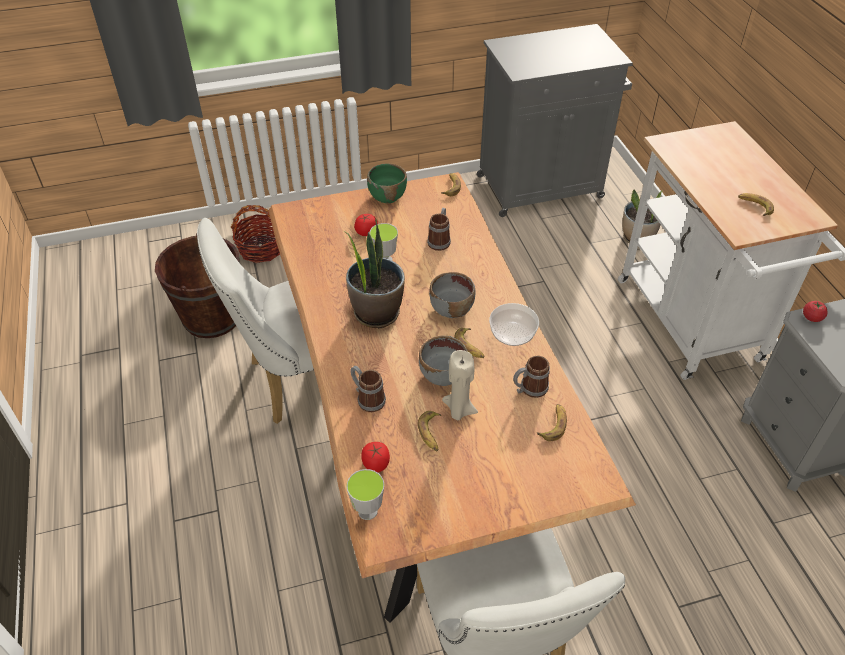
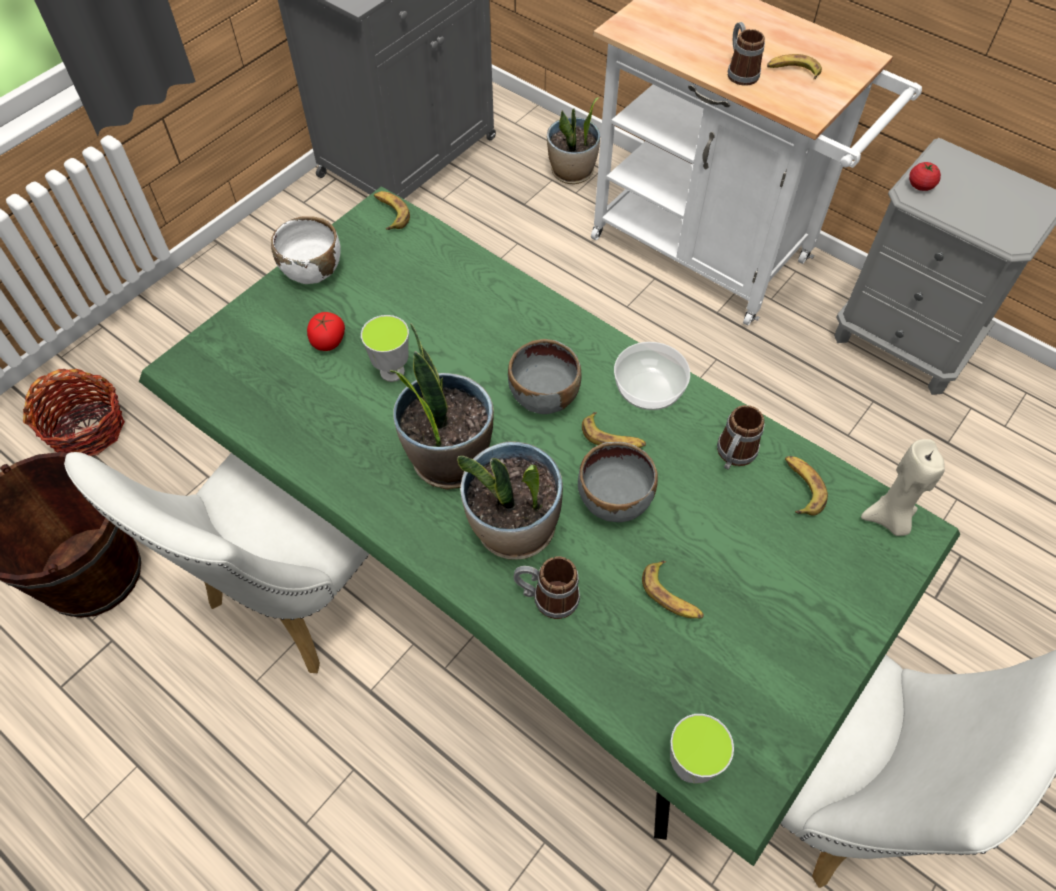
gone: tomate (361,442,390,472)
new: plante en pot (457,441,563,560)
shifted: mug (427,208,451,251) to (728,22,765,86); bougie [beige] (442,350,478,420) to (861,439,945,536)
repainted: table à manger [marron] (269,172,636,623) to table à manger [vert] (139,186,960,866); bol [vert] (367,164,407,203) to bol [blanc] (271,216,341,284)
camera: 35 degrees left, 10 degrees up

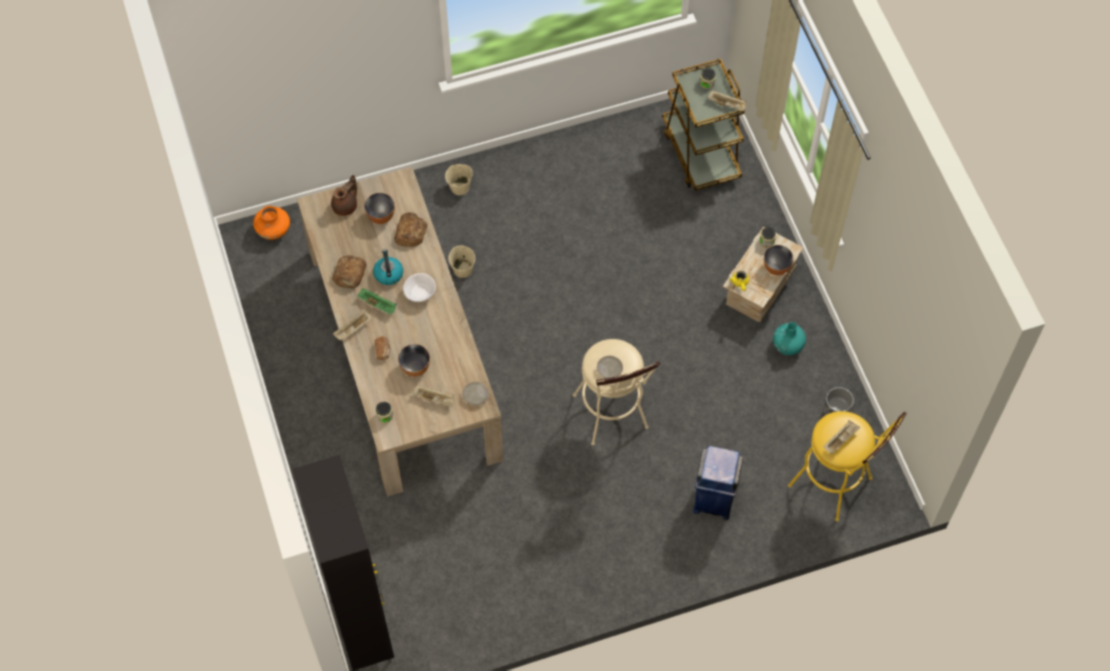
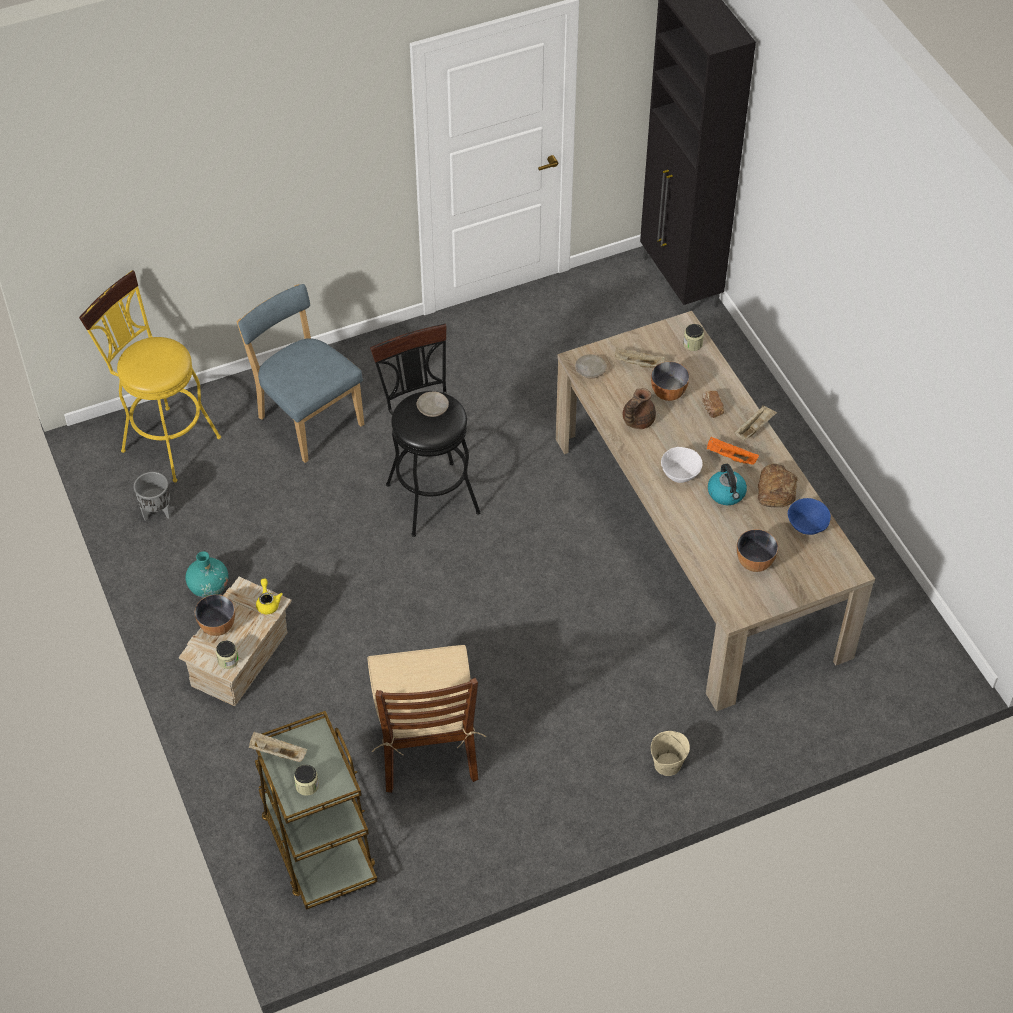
gone: vase [orange] (253,206,290,240); pain (394,212,428,247); seau [beige] (449,245,475,278); plateau [beige] (824,420,861,454)
new: chaise [marron] (368,645,486,793); bol [bleu] (788,498,831,535)
shifted: théière [marron] (331,175,357,216) to (623,388,656,429)
swapped: poubelle [bleu] (693,446,743,520) to chaise [bleu] (237,284,364,463)
repainted: plateau [vert] (357,288,397,315) to plateau [orange] (707,437,759,465); tabouret [beige] (573,339,660,445) to tabouret [noir] (370,324,481,537)
camera: 175 degrees right, 10 degrees down

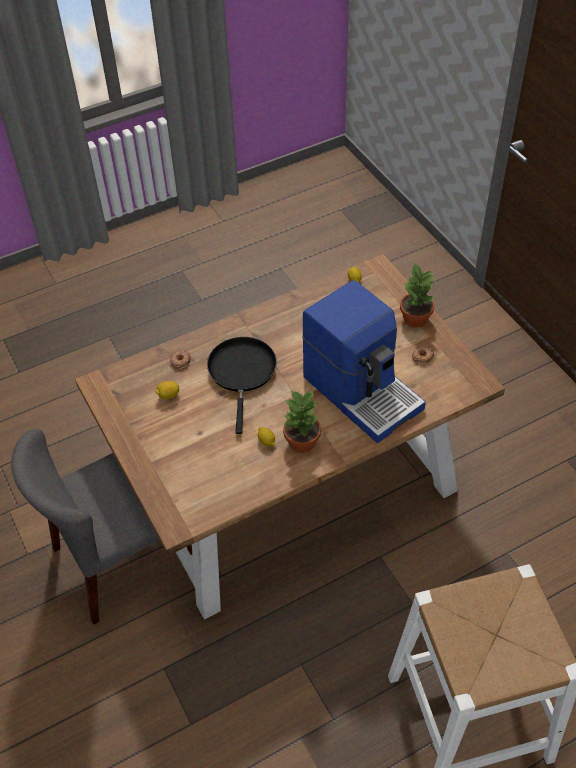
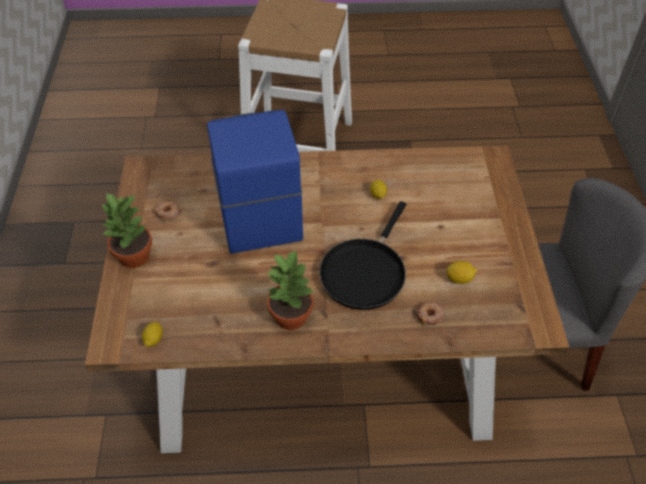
shifted: plante en pot (283,390,321,453) to (267,250,315,330)
camera: 155 degrees left, 0 degrees up

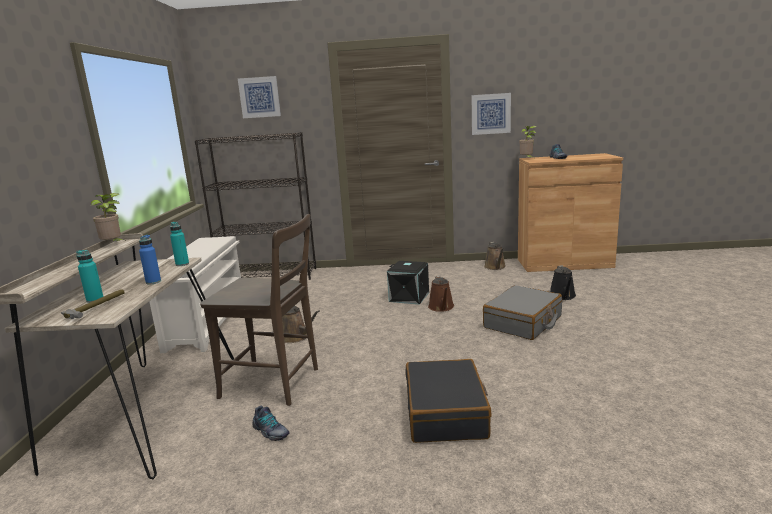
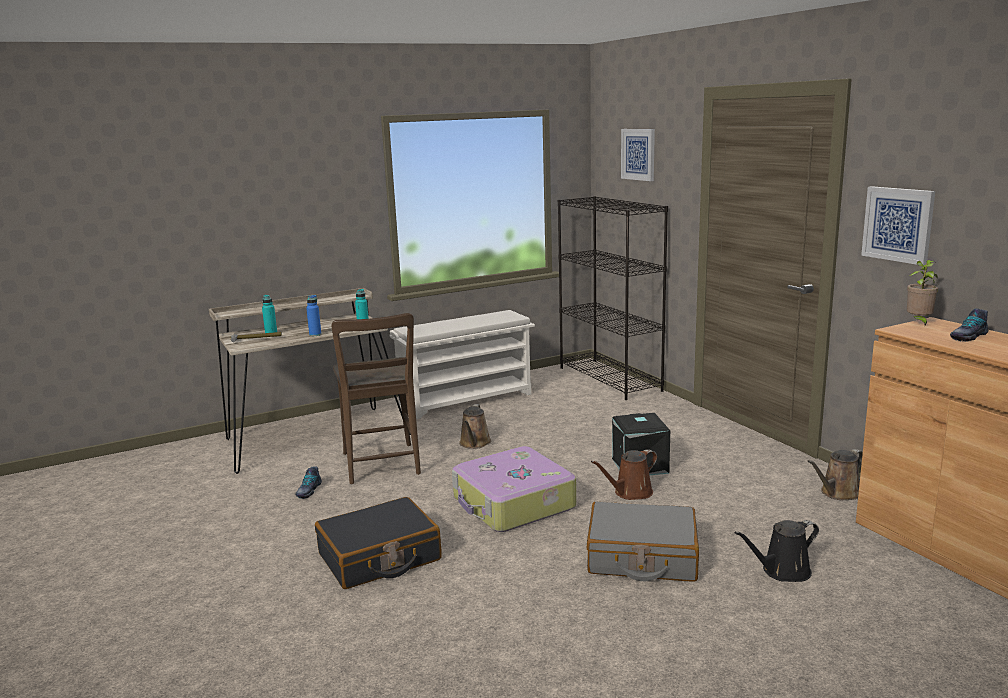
gone: plante en pot (91,193,123,241)
new: valise (452,446,576,532)
camera: 60 degrees right, 0 degrees up

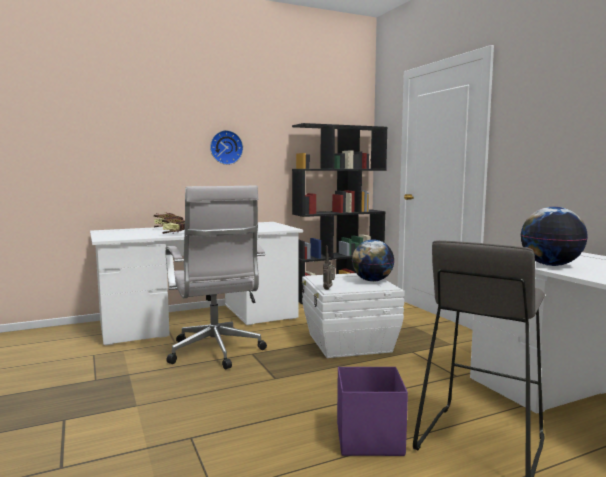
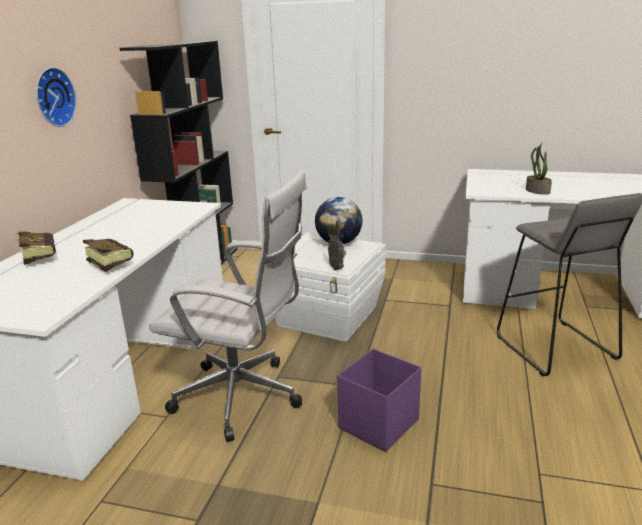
shifted: boîte de rangement [violet] (337,367,408,456) to (337,349,421,452)
swapped: globe (521,207,588,266) to plante en pot (526,143,552,195)
camera: 50 degrees left, 15 degrees up

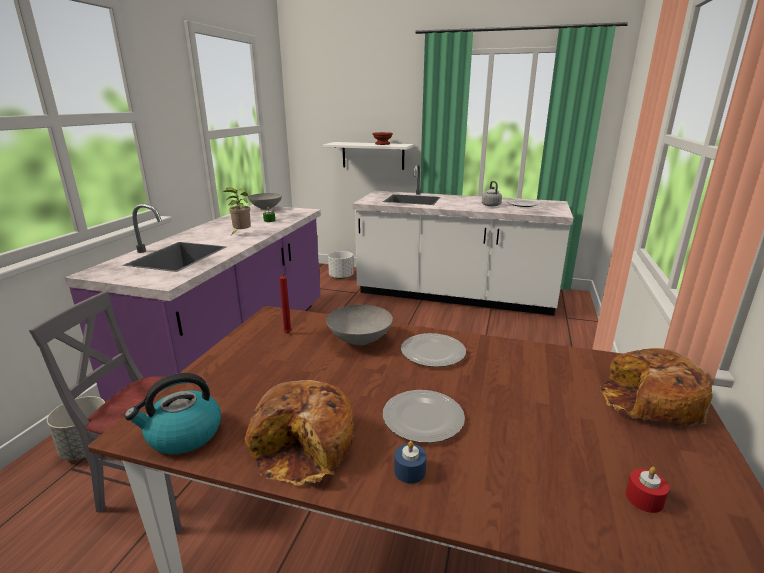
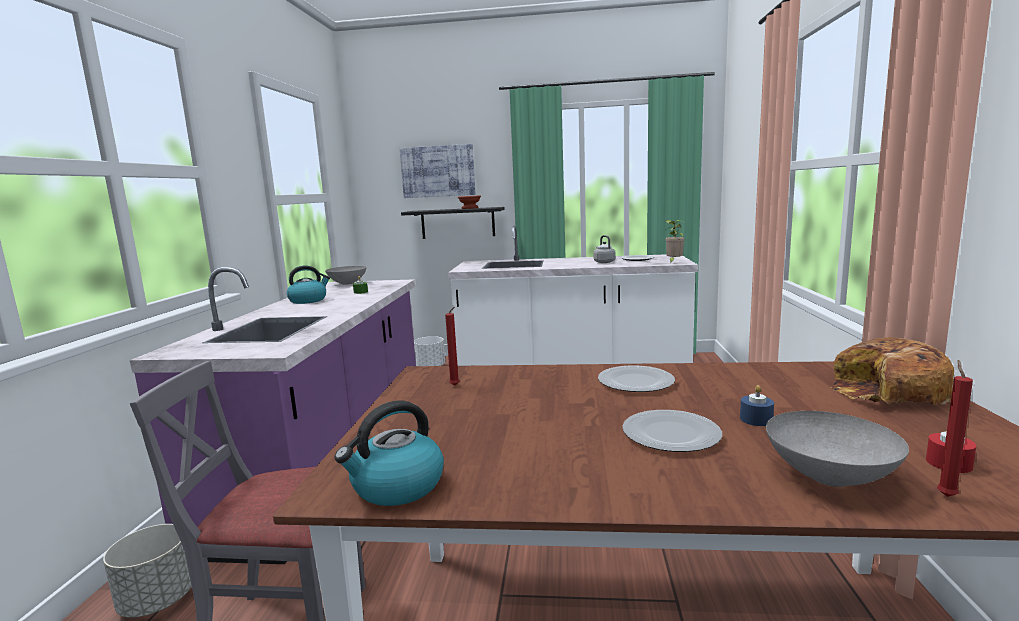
gone: pain (244,380,354,486)
new: bouilloire (287,265,330,304); tableau (400,144,476,198); bougie [rouge] (937,360,973,497)
shifted: plante en pot (223,187,251,235) to (665,220,685,263); bol [gris] (326,305,393,345) to (766,411,909,487); bougie [bleu] (394,441,426,484) to (740,385,774,426)
repainted: étagère [blanc] (323,142,414,170) to étagère [noir] (401,207,505,239)
camera: 10 degrees left, 10 degrees down

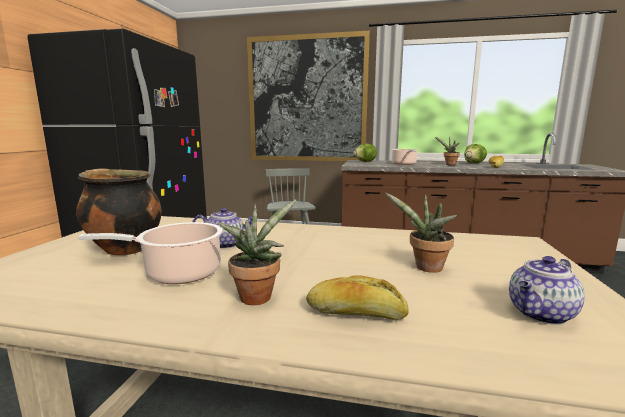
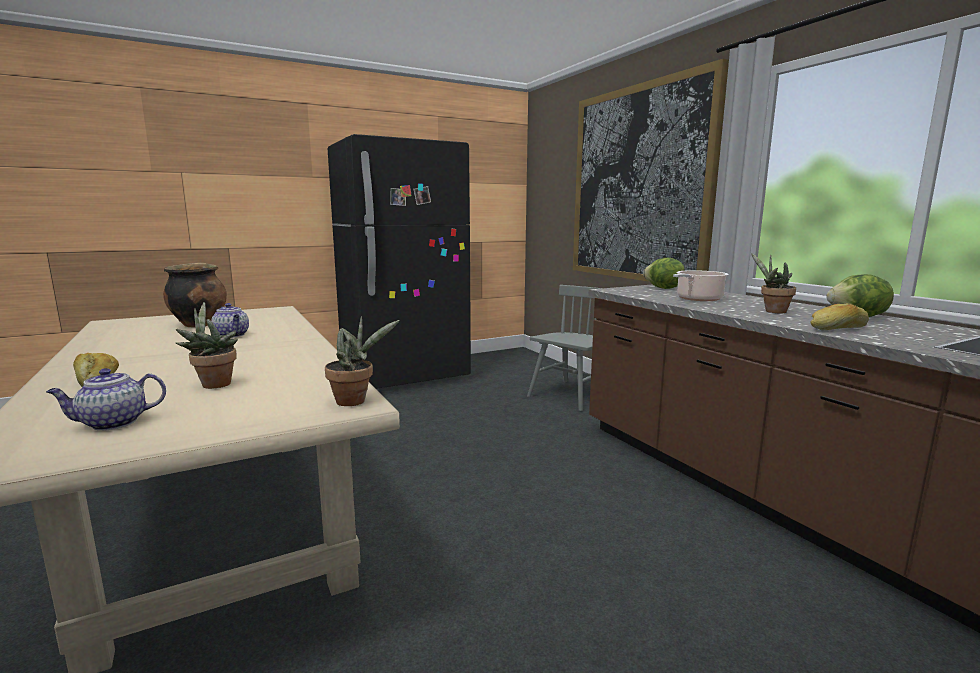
gone: marmite (78,222,223,284)
shifted: plante en pot (218,200,297,305) to (325,317,400,406)
rotated: théière (509,256,585,325) = (46,368,166,431) 45 degrees counterclockwise
camera: 50 degrees right, 0 degrees up

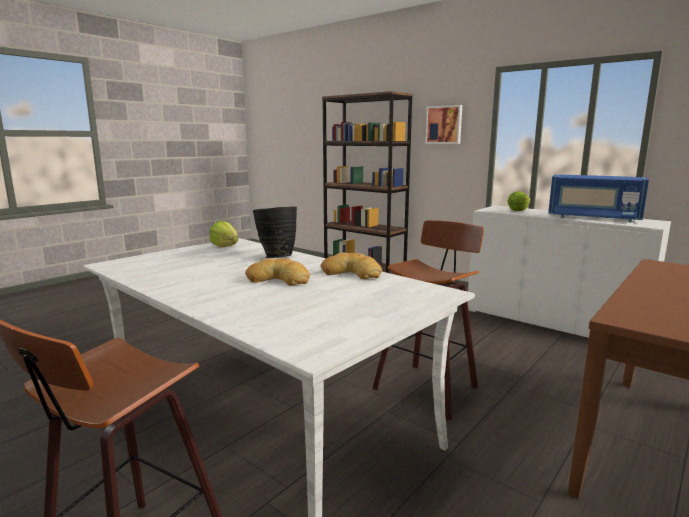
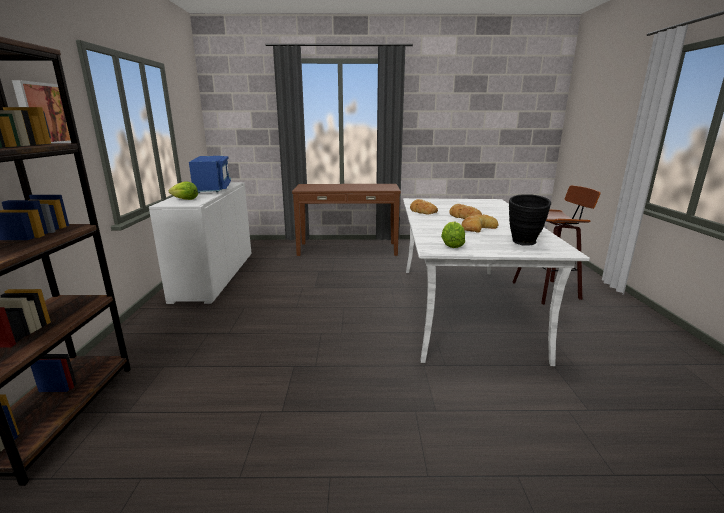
gone: tabouret (372,220,484,420)
new: pain (462,214,499,233)
shifted: vase [noir] (253,207,297,258) to (509,194,551,246)
camera: 130 degrees left, 5 degrees up

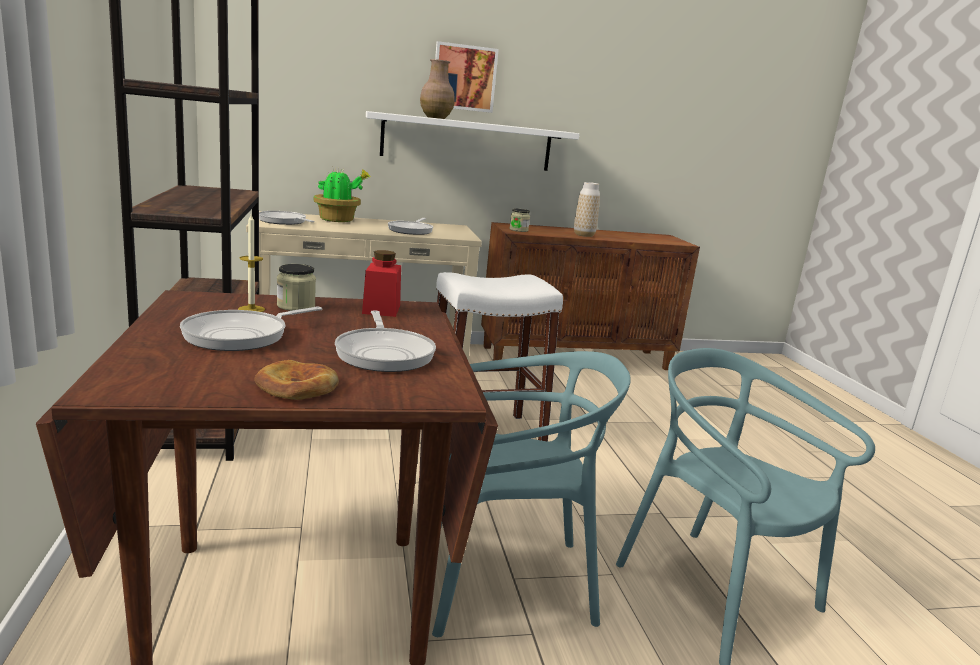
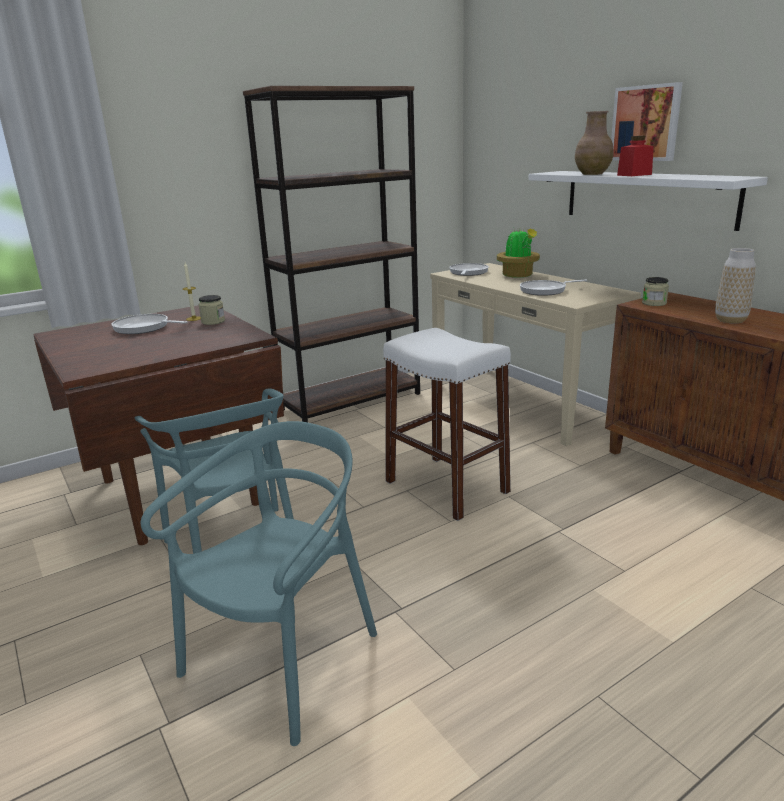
gone: pain (254,360,339,400); poêle (335,310,436,372)
shifted: bocal [rouge] (362,250,401,317) to (617,136,654,176)
camera: 70 degrees right, 5 degrees up

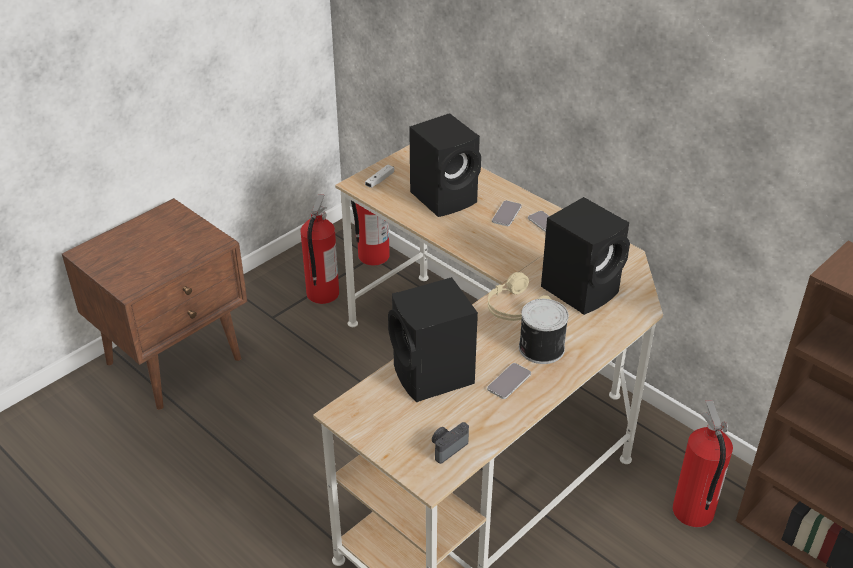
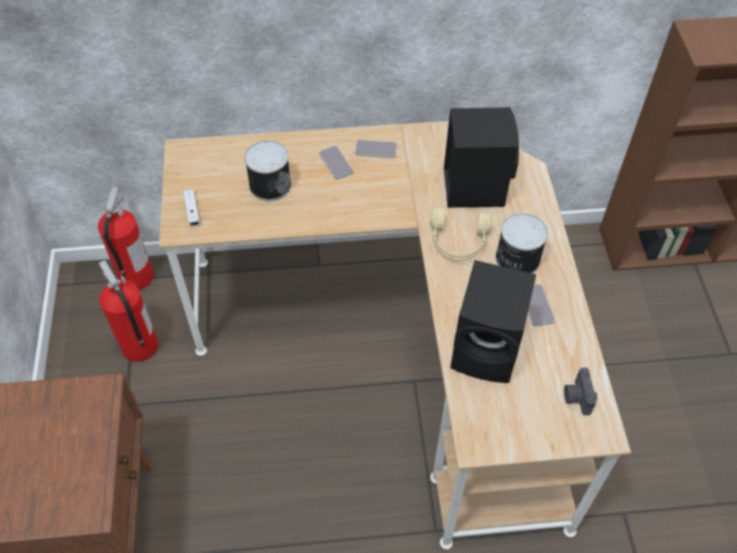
gone: extincteur (673,400,733,527)
swapped: enceinte [noir] (409,113,481,217) to boîte métallique (245,140,291,201)
camera: 50 degrees left, 15 degrees up

